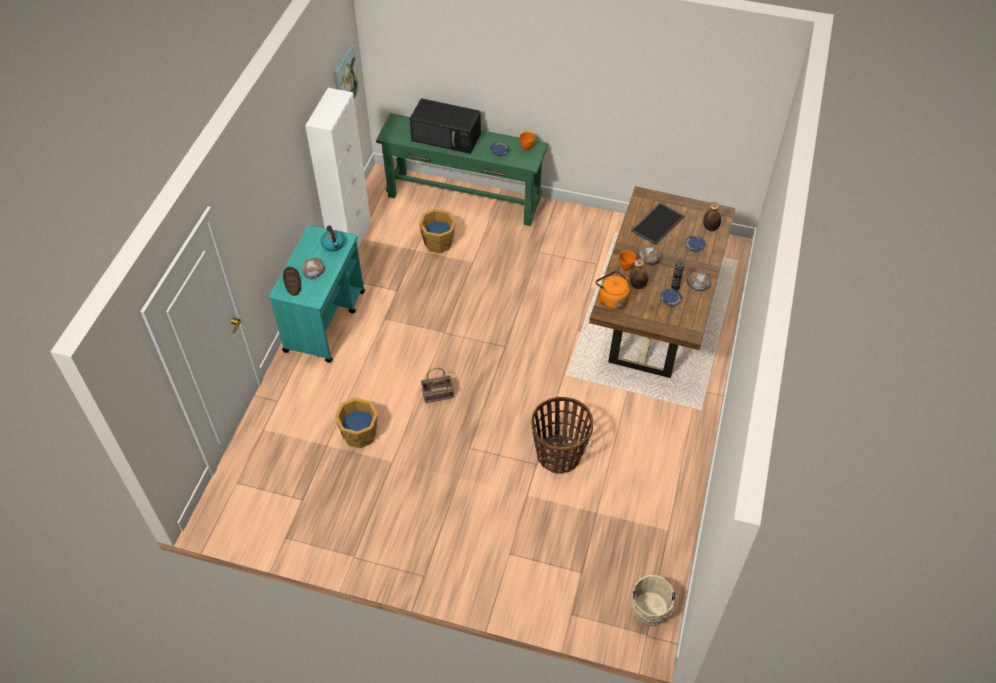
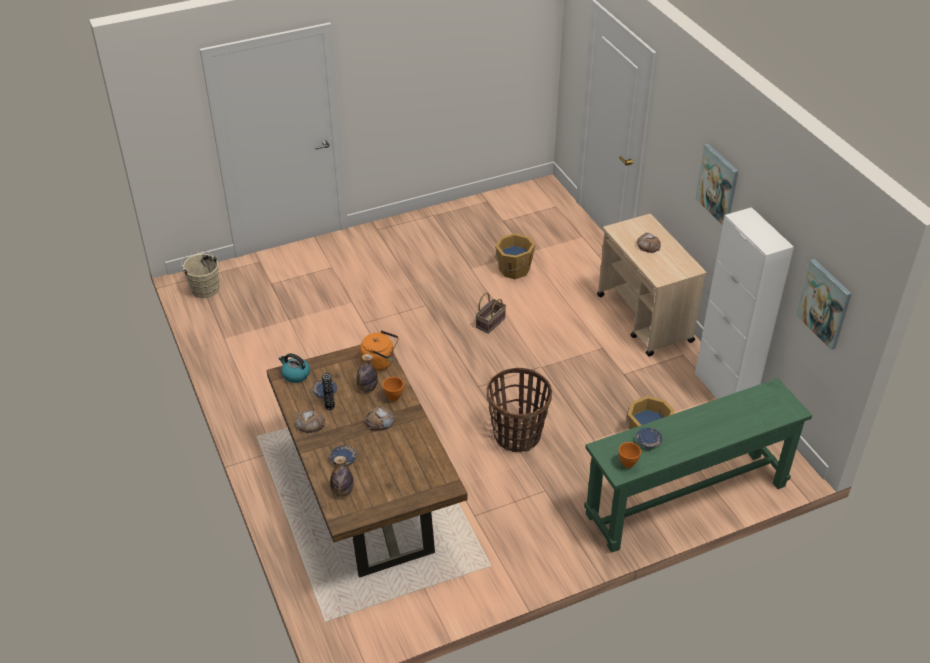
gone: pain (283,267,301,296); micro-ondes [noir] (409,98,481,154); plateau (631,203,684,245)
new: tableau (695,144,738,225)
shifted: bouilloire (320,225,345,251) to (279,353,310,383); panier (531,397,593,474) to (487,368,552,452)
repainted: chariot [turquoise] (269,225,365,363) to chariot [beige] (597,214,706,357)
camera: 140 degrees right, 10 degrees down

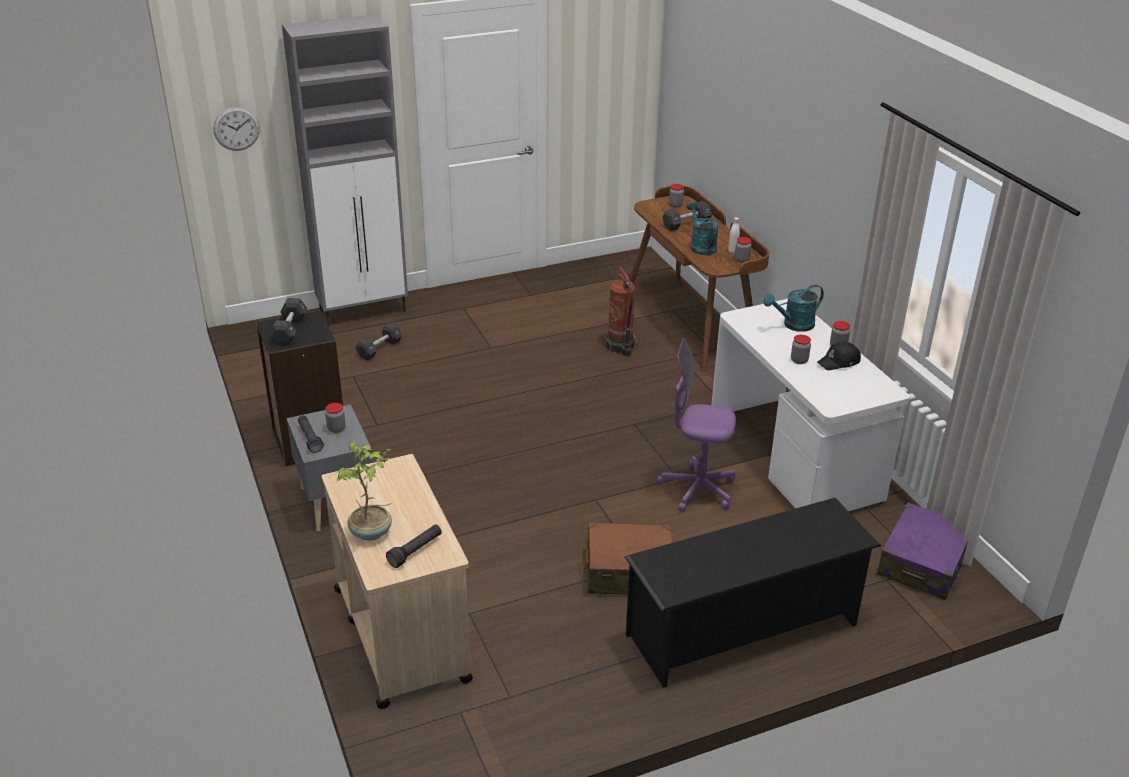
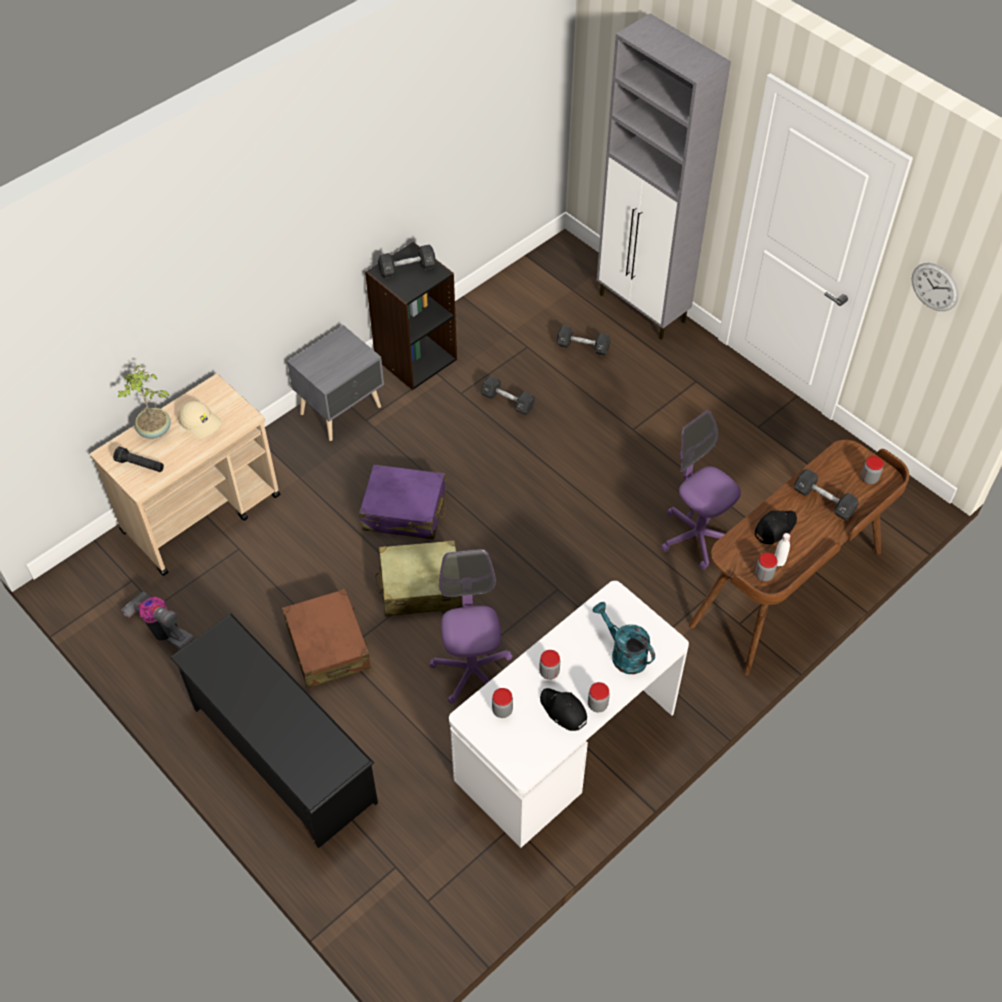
gone: lampe de poche [noir] (298,416,324,453)
new: aspirateur (121,591,195,649); casquette [beige] (178,401,222,439); valise [beige] (375,540,462,617); haltère [noir] (481,375,535,415)
shifted: horloge murale (213,107,260,151) to (912,263,959,311); bocal (325,403,346,433) to (492,688,513,718); valise [violet] (877,503,968,600) to (359,464,446,540)
swapped: extincteur (603,267,638,356) to chaise de bureau [violet] (661,410,741,570); arrosoir [turquoise] (687,202,719,255) to casquette [noir] (755,511,797,544)
camera: 70 degrees right, 20 degrees up

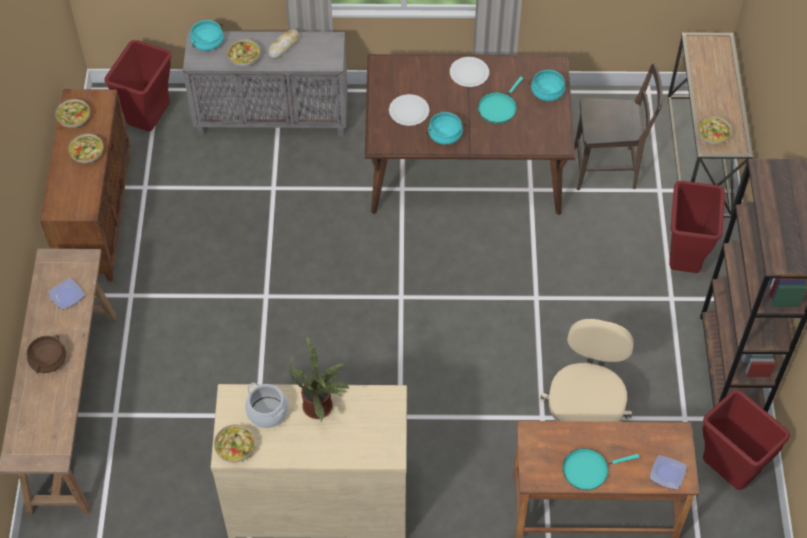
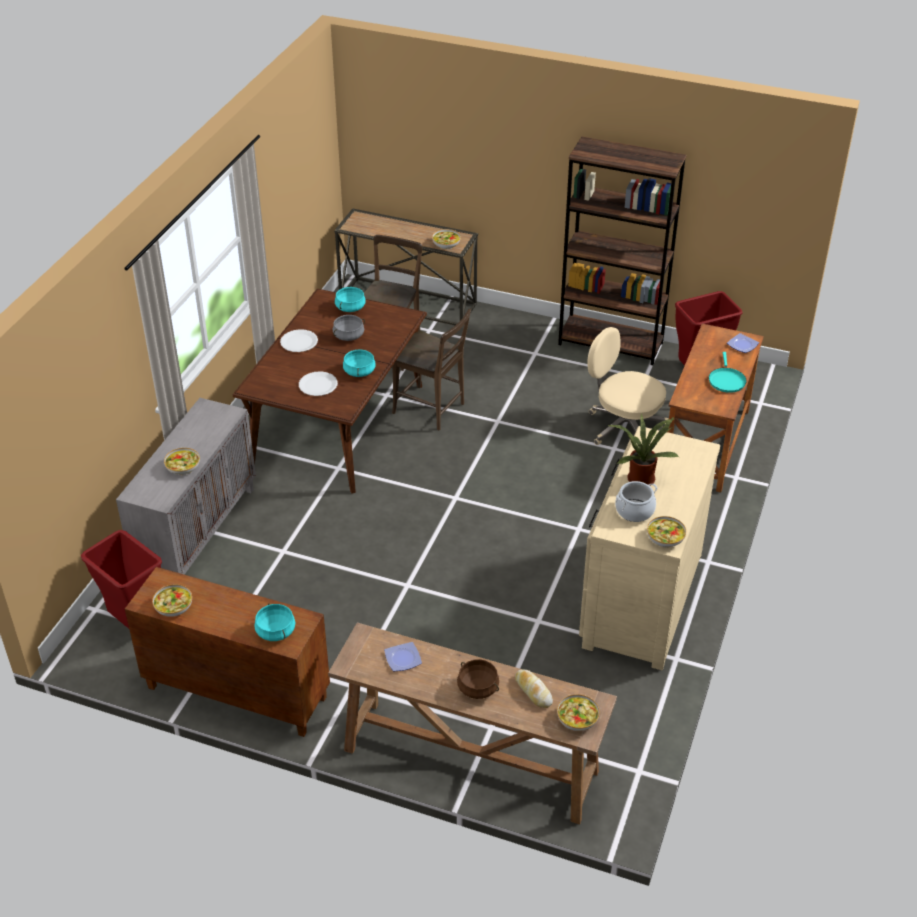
gone: poubelle [rouge] (669,181,725,273)
new: chaise [marron] (392,309,471,431)
shifted: bol (68,134,103,163) to (557,694,600,731); marmite [turquoise] (190,20,224,51) to (254,603,295,641); pain (268,30,300,59) to (515,669,553,708)
swapped: poêle [turquoise] (478,77,523,124) to marmite [gris] (333,315,365,341)
camera: 70 degrees left, 15 degrees down

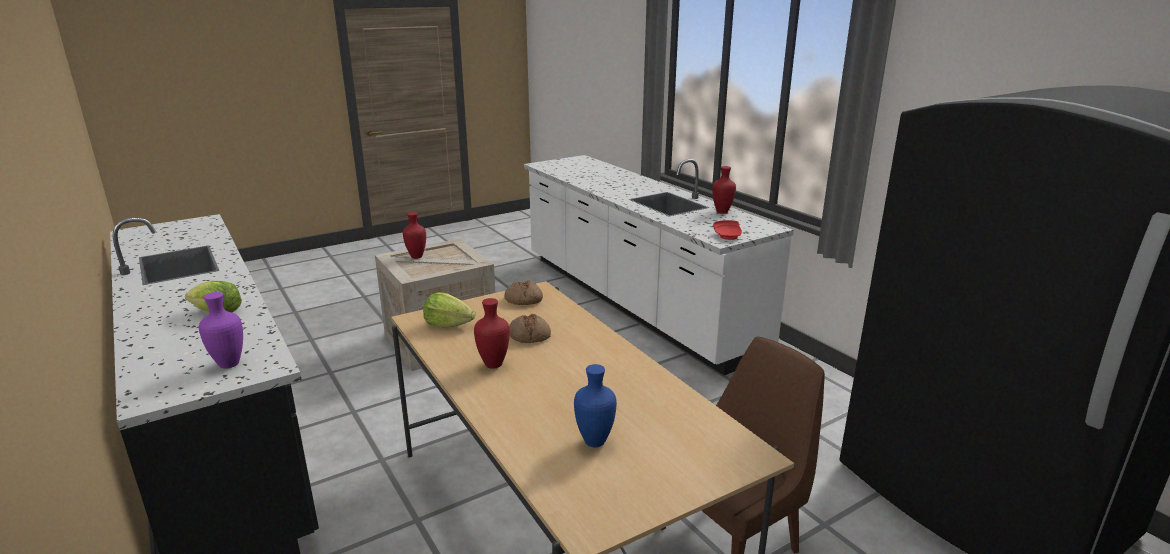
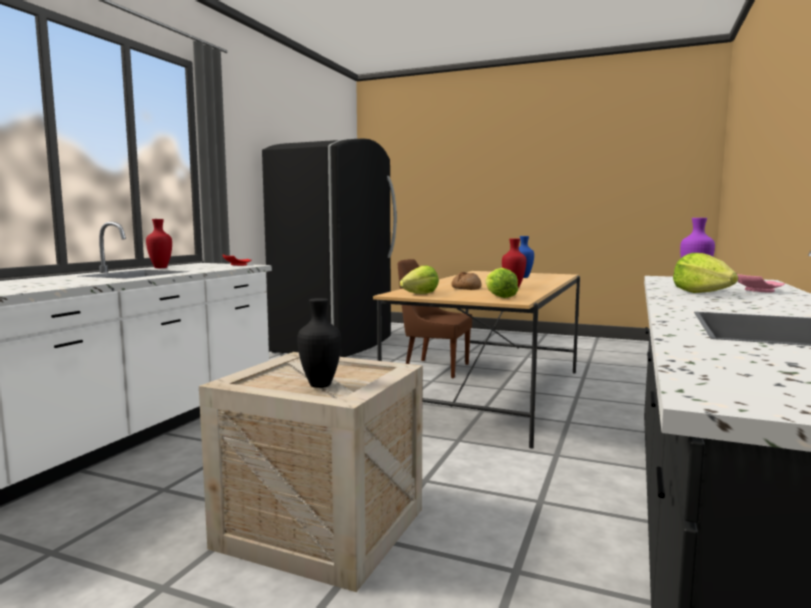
new: assiette [rose] (737,274,785,293)
swapped: pain (505,280,543,305) to laitue (400,266,439,294)
repainted: vase [rouge] (403,212,426,259) to vase [noir] (297,298,341,388)
camera: 125 degrees left, 15 degrees down

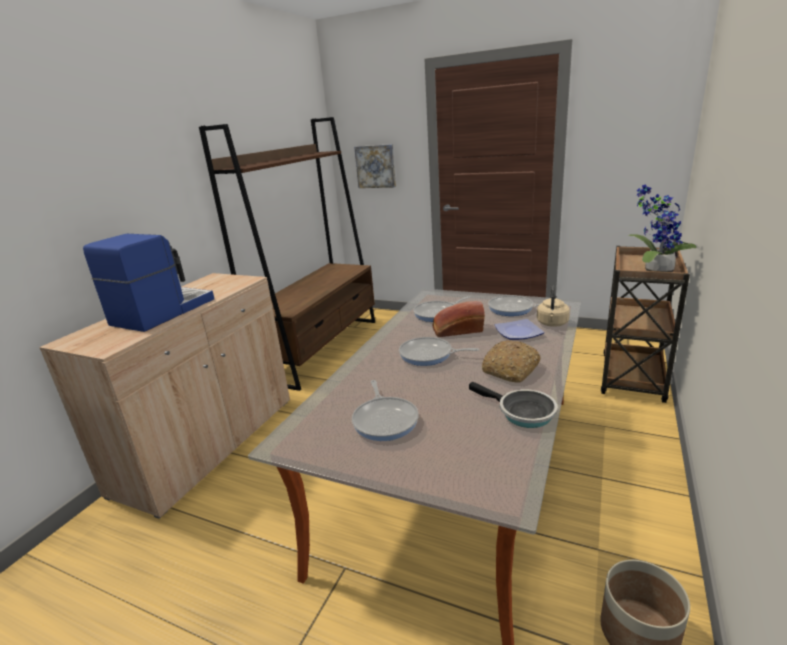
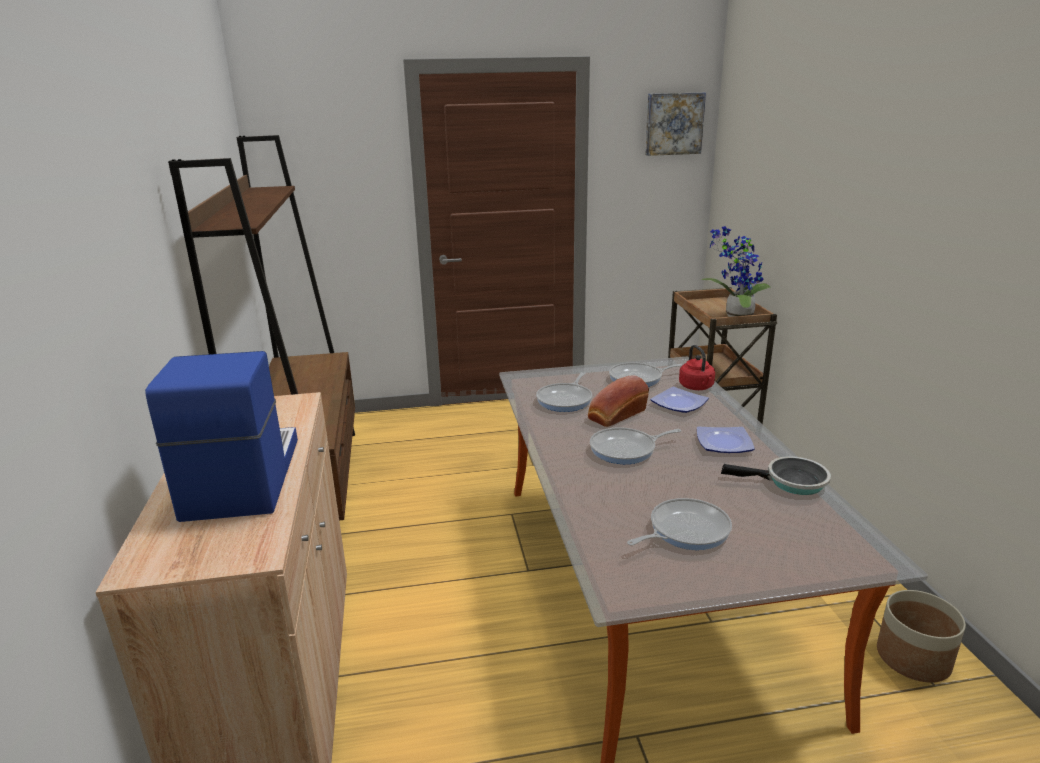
shifted: tableau (354,144,396,188) to (645,92,706,156)
swapped: pain (482,340,541,383) to assiette (697,426,755,453)
repainted: bouilloire [beige] (537,286,570,327) to bouilloire [rouge] (679,345,715,390)
rotated: poêle (352,380,419,441) = (627,498,732,550) 75 degrees counterclockwise
camera: 35 degrees left, 0 degrees up

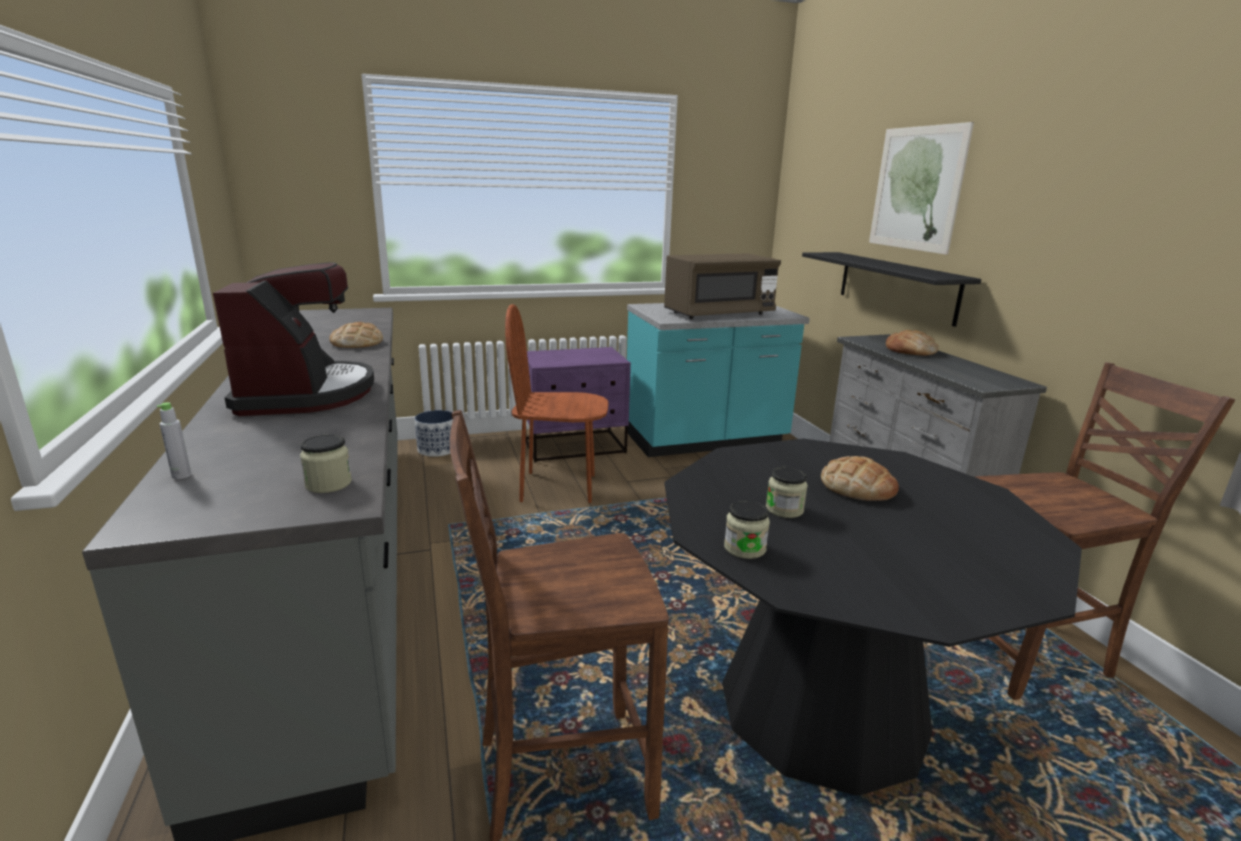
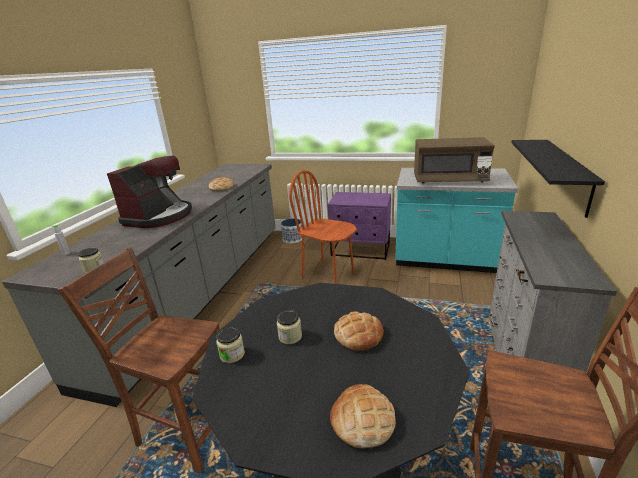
gone: tableau (869,122,974,255)
shifted: pain (886,330,938,356) to (330,384,396,448)
camera: 35 degrees right, 5 degrees up

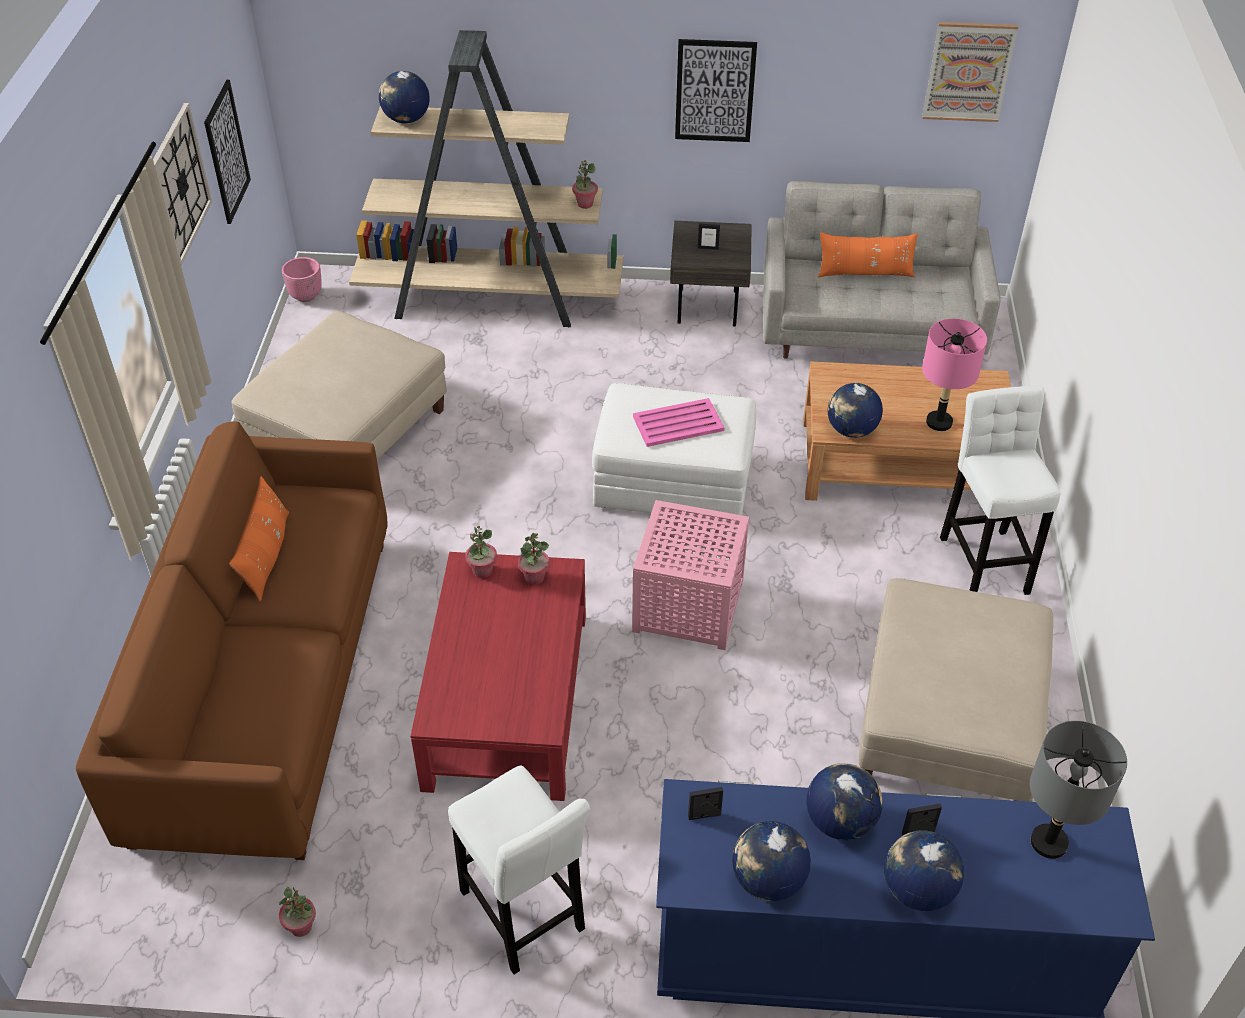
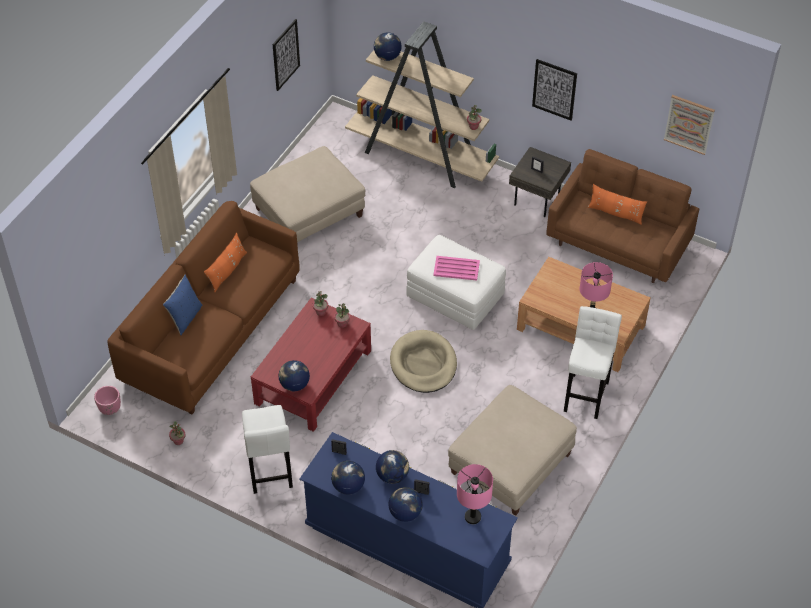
gone: horloge murale (153,103,212,265)
new: coussin [bleu] (163,275,202,335)
shifted: cache-pot [rose] (282,257,322,302) to (94,386,121,415); globe (828,383,883,438) to (278,360,310,391)
swapped: table d'appoint [rose] (632,500,749,650) to panier pour chien [beige] (390,330,457,393)
repainted: canapé [gris] (763,181,1001,359) to canapé [marron] (546,149,699,283); lampe de table [gris] (1030,721,1127,859) to lampe de table [rose] (457,464,493,524)
camera: 25 degrees right, 5 degrees up

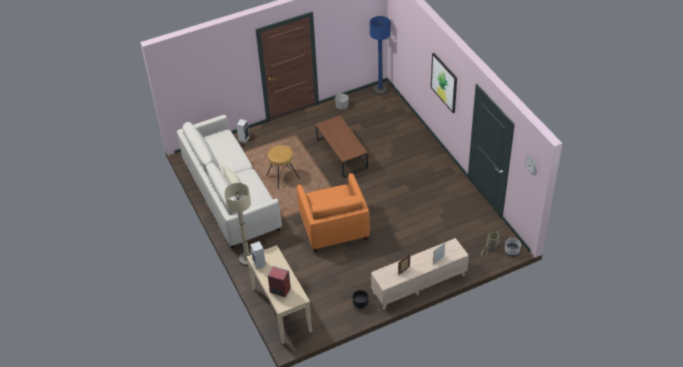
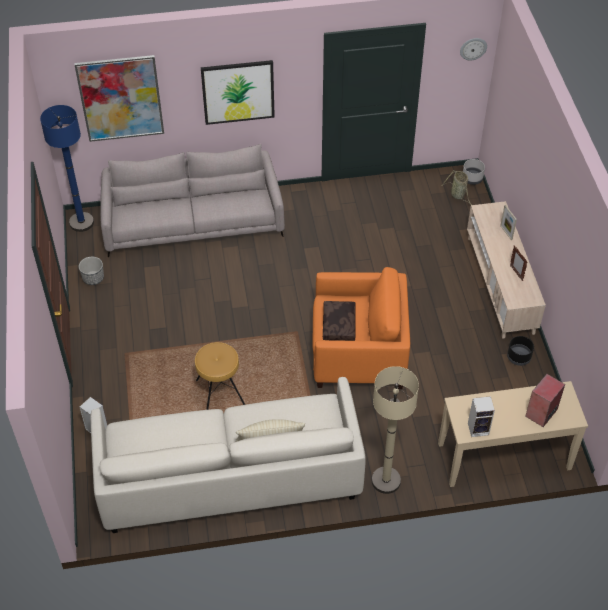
gone: table basse [marron] (315,116,368,177)
new: tableau (74,55,164,142); canapé [gris] (100,144,285,257); coussin [marron] (323,301,356,341)
camera: 75 degrees left, 5 degrees up

